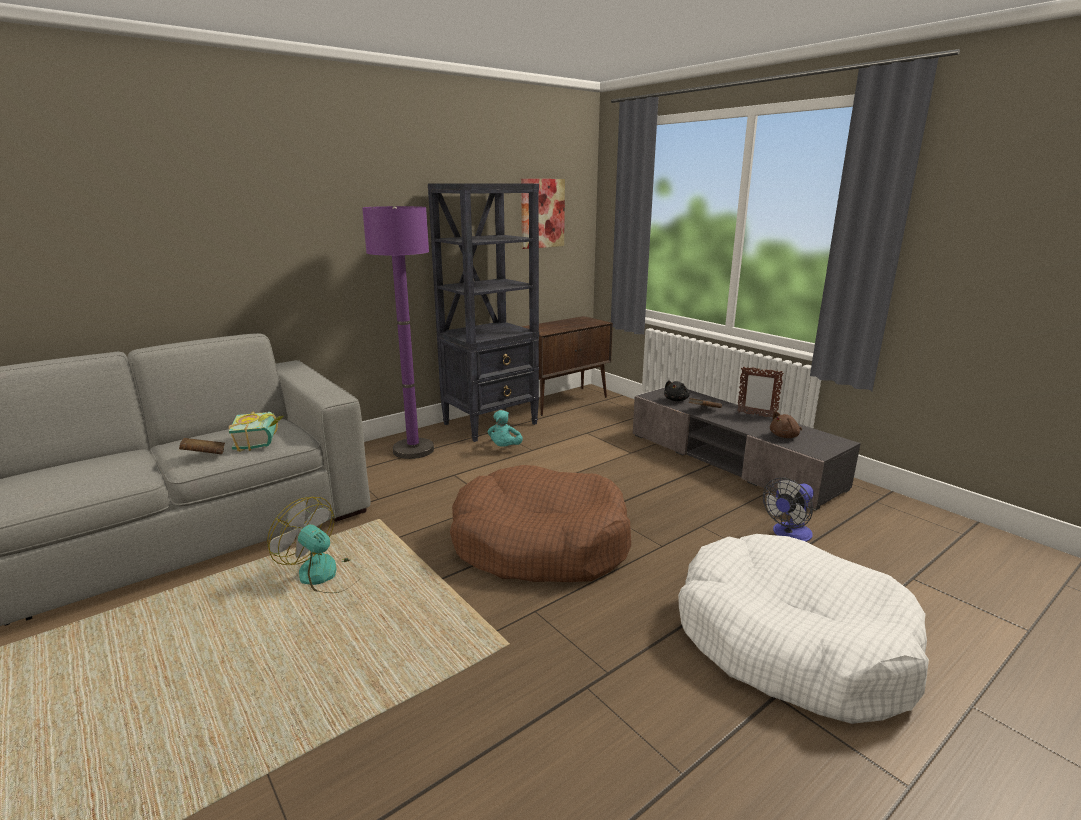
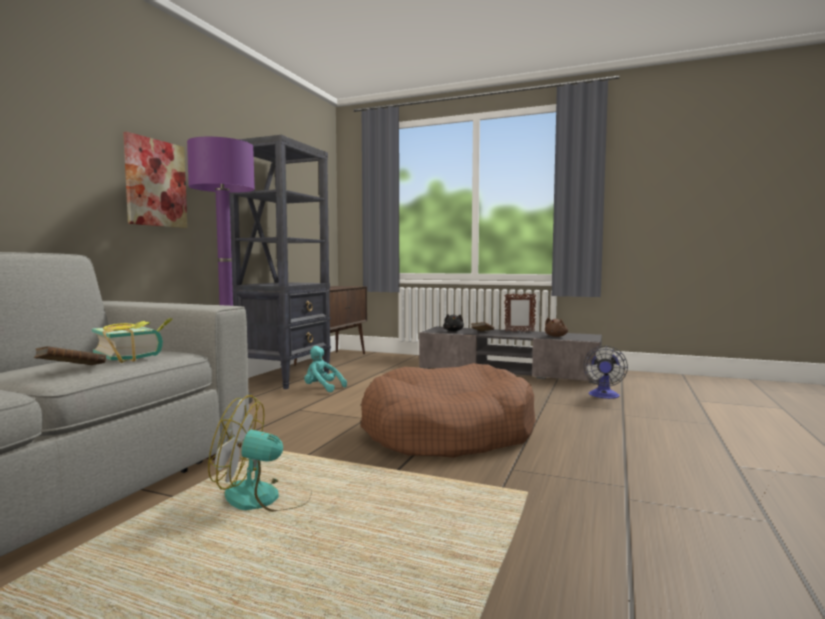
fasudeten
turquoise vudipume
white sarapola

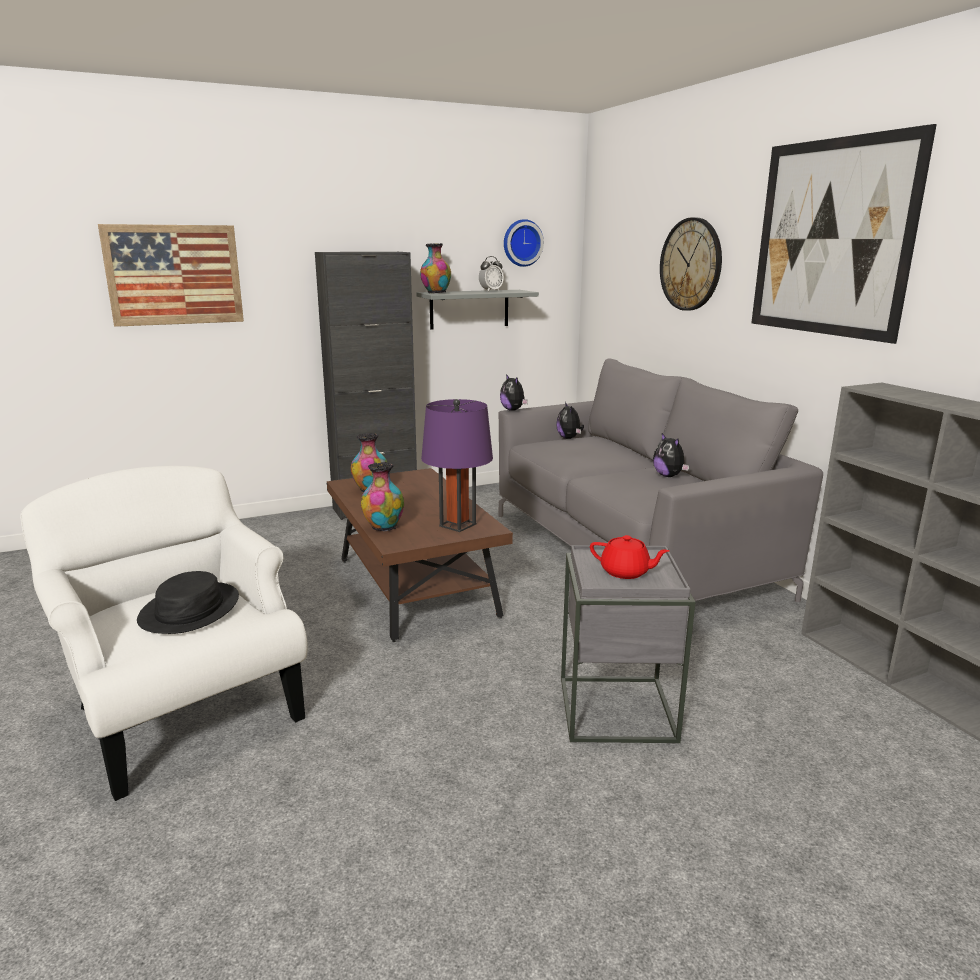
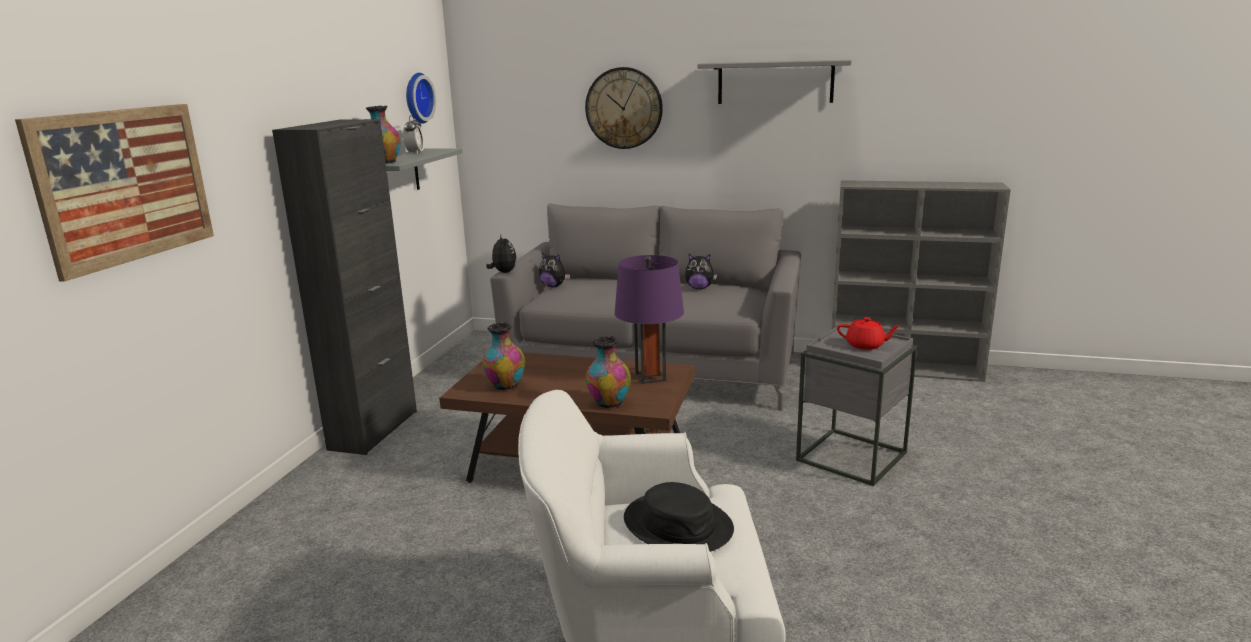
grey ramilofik (no. 2 from left)
vudipume (no. 1 from left)
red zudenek

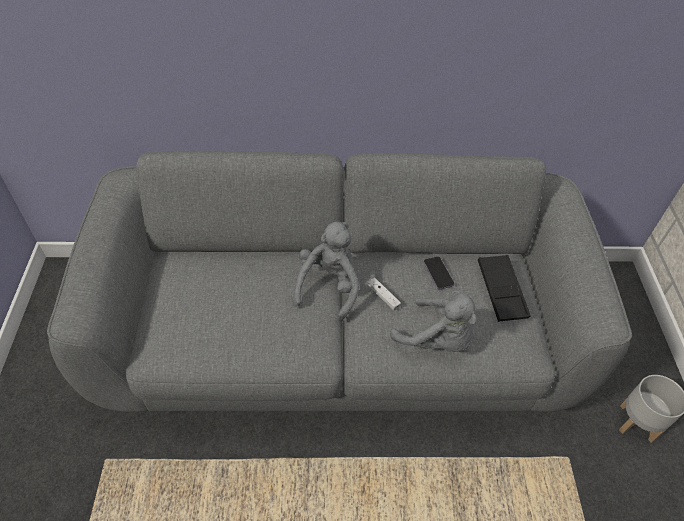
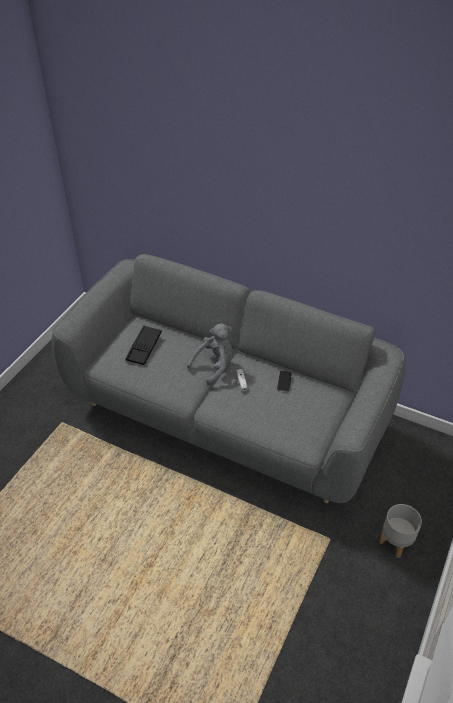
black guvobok
grey vudipume (no. 2 from left in the first image)

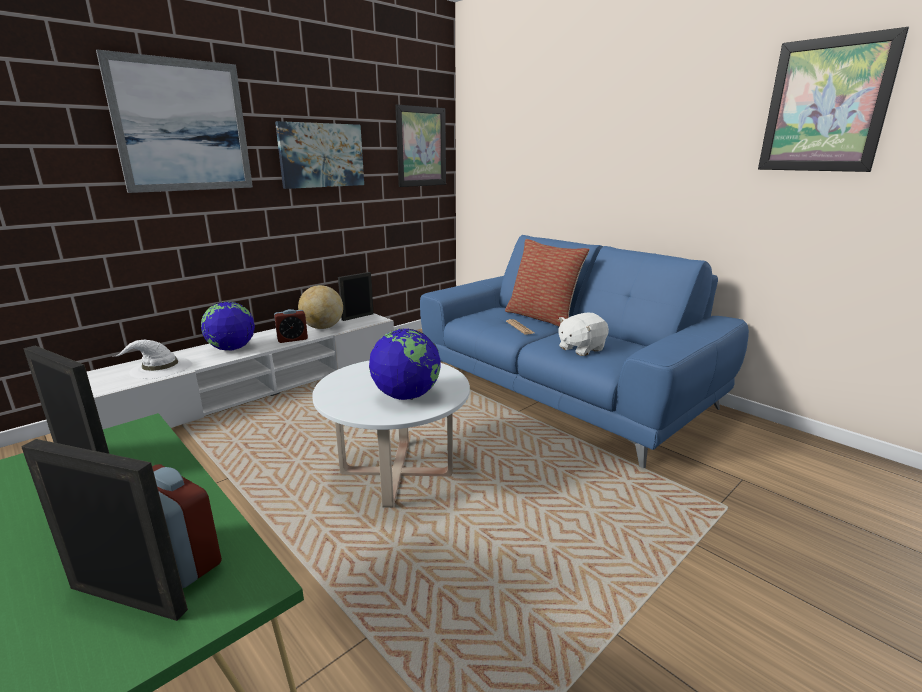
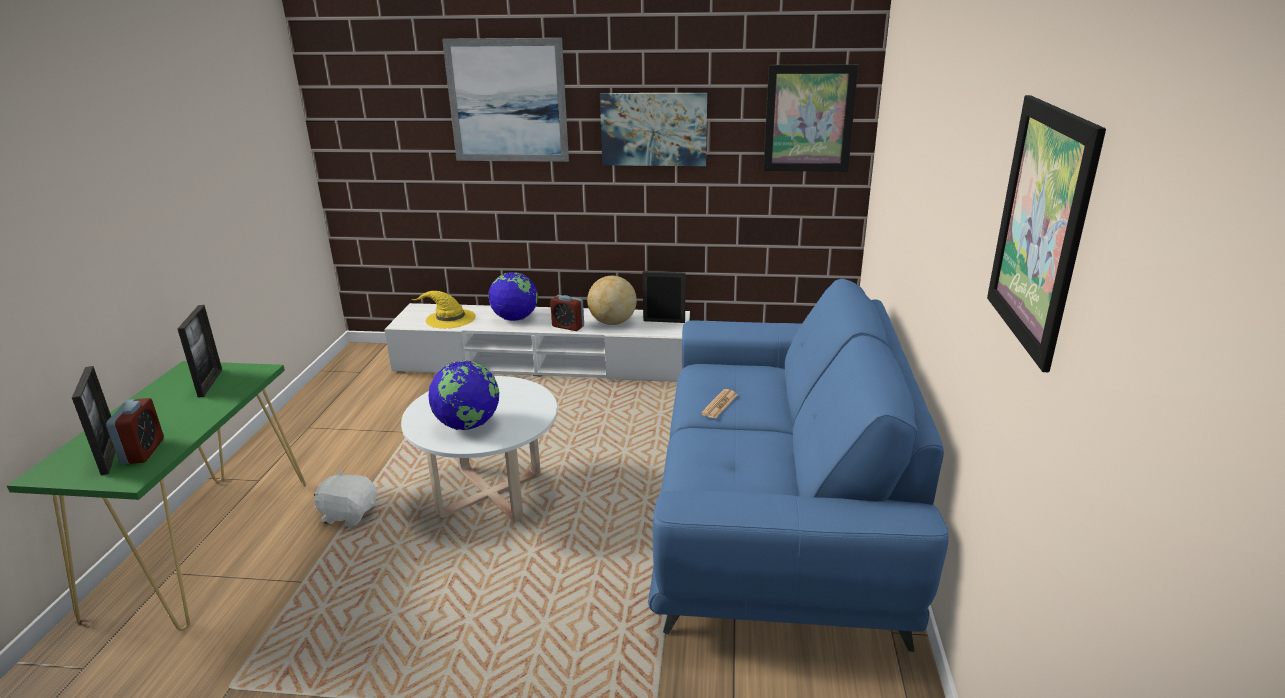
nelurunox
white vudipume
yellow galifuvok

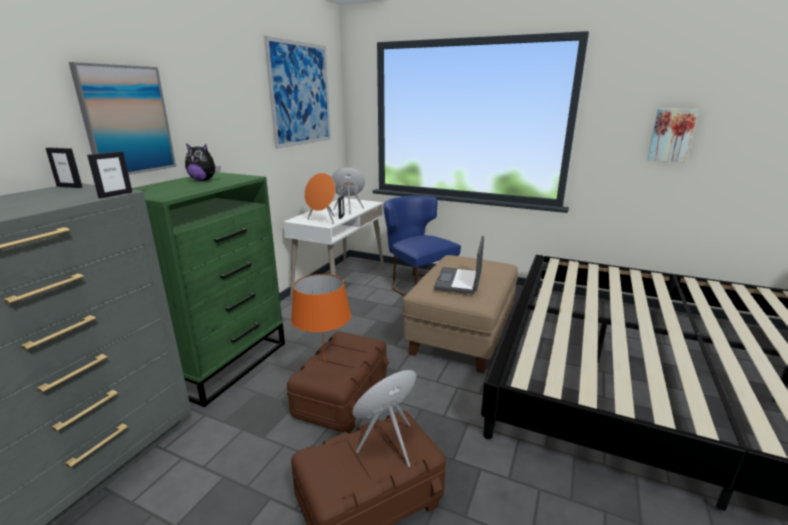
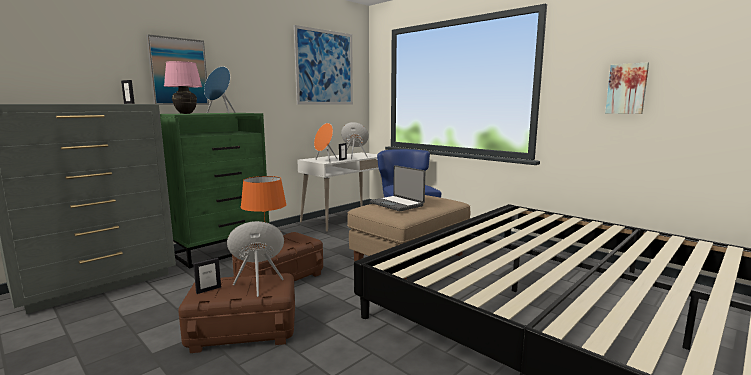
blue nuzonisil
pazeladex (no. 2 from left)
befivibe
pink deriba

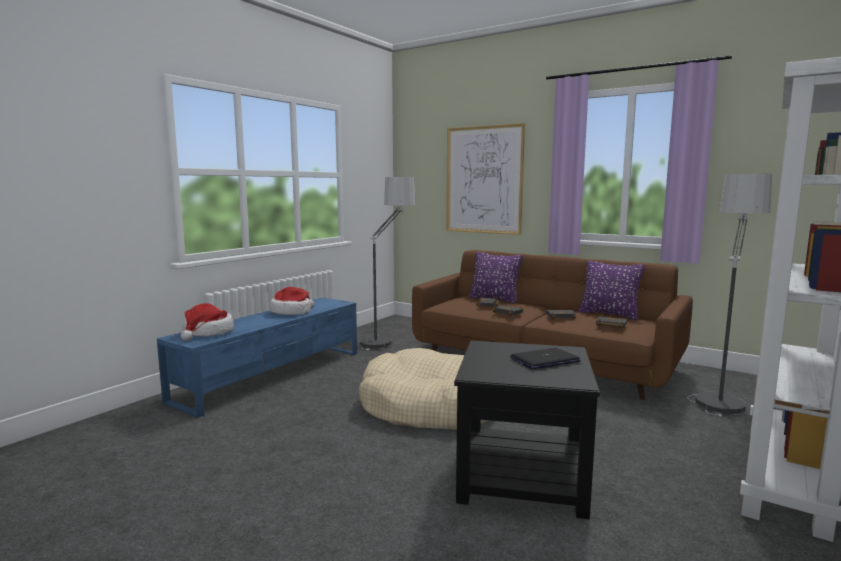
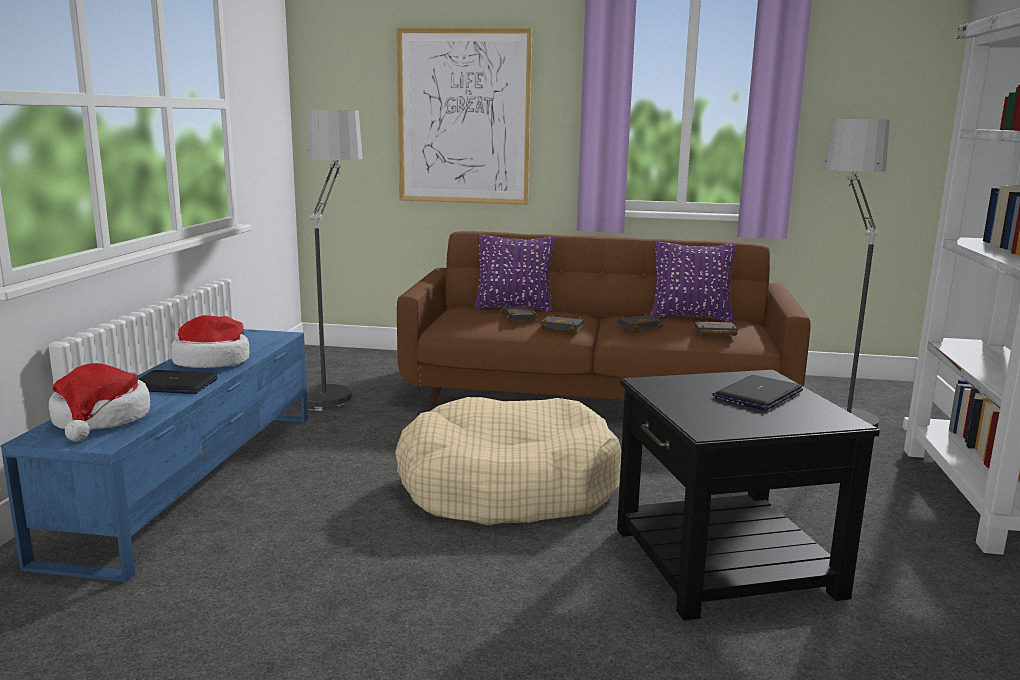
befivibe (no. 1 from left)

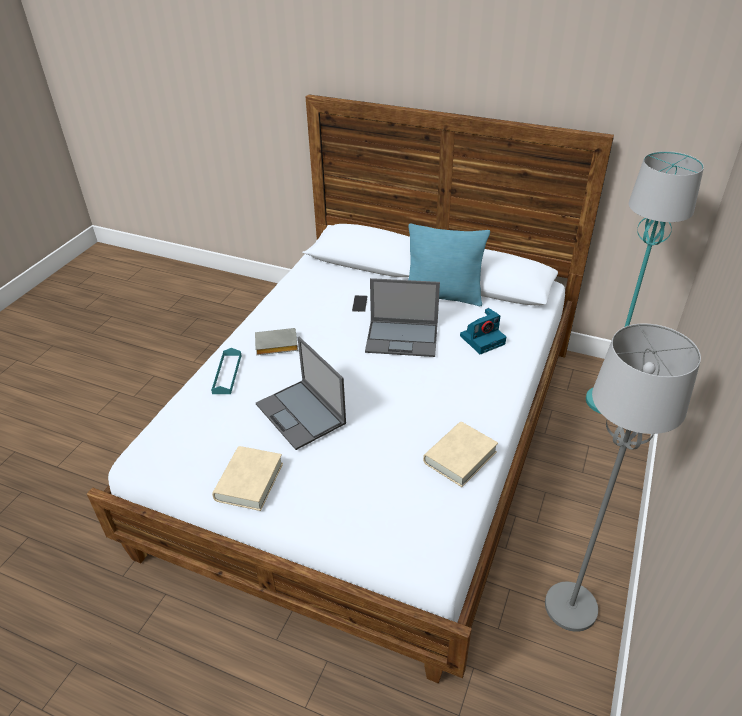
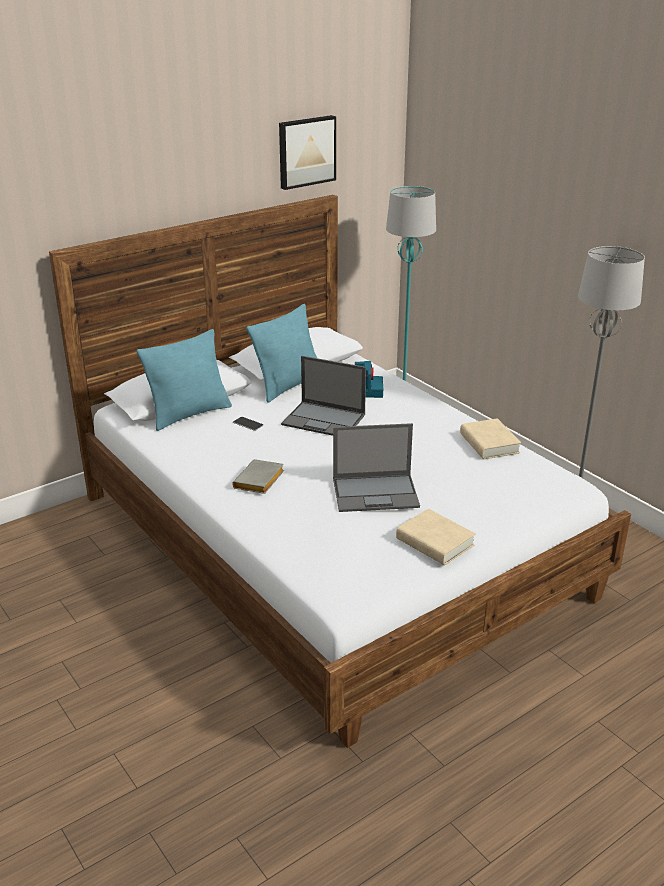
befivibe (no. 1 from left)
turquoise guvobok
fasudeten
turquoise nelurunox (no. 1 from left)

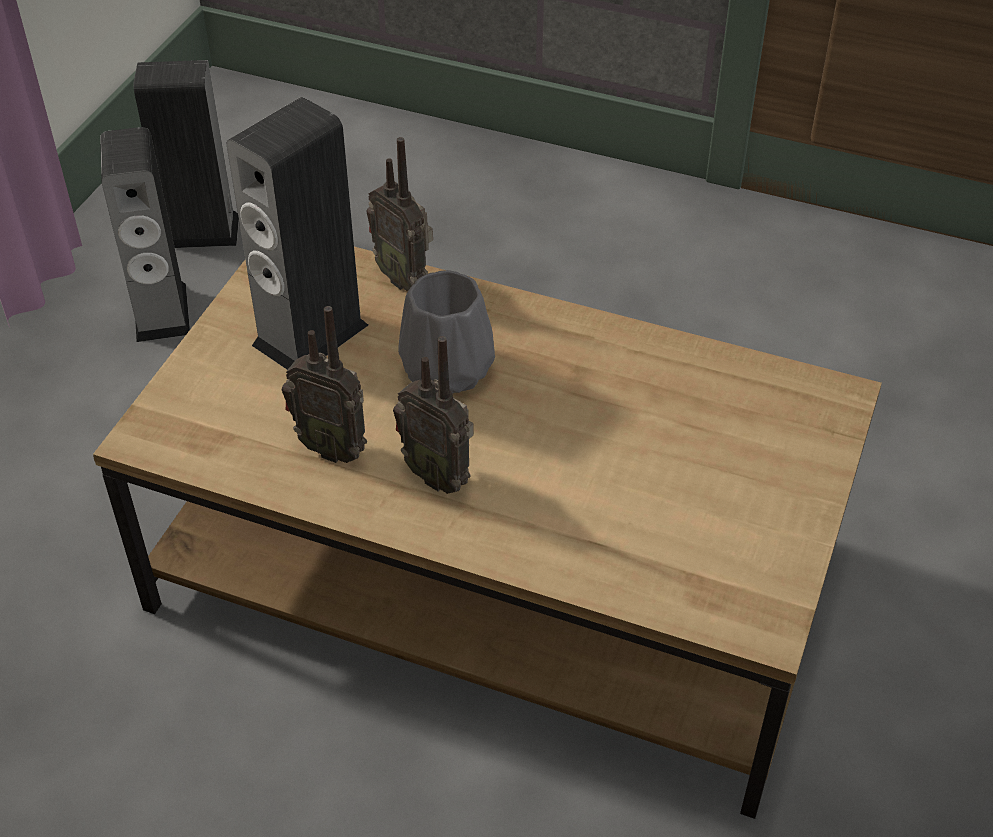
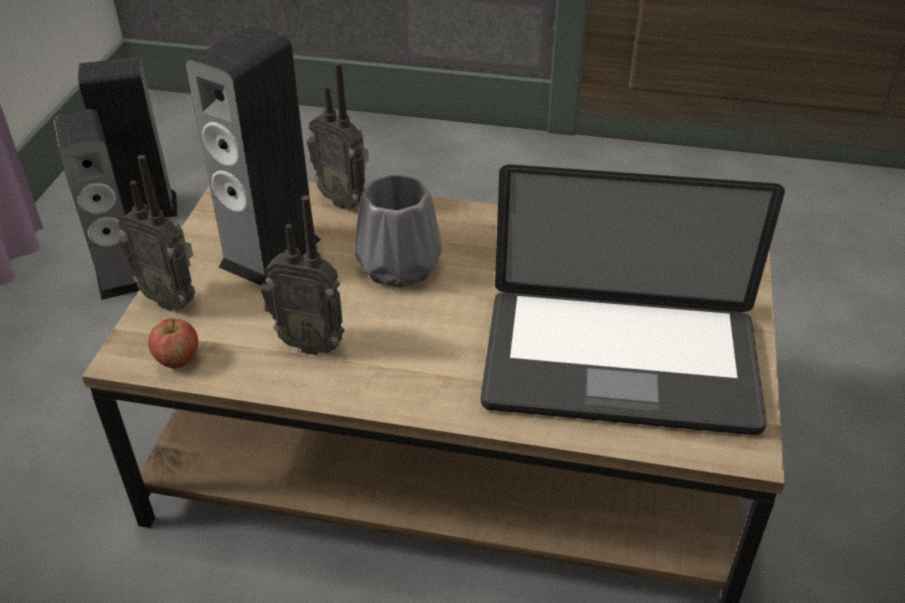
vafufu (no. 1 from left)
befivibe
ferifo

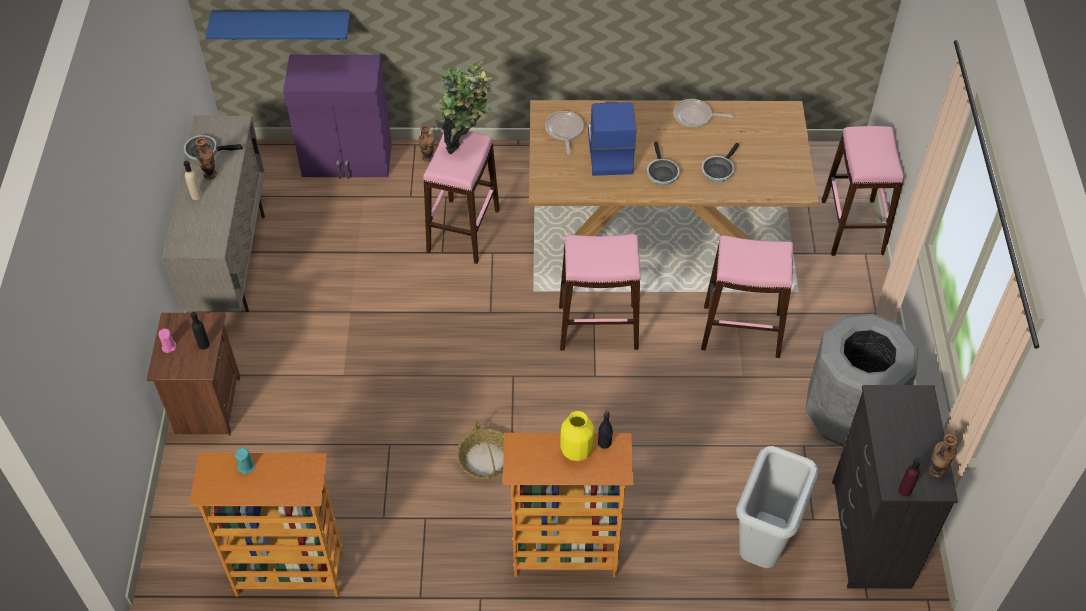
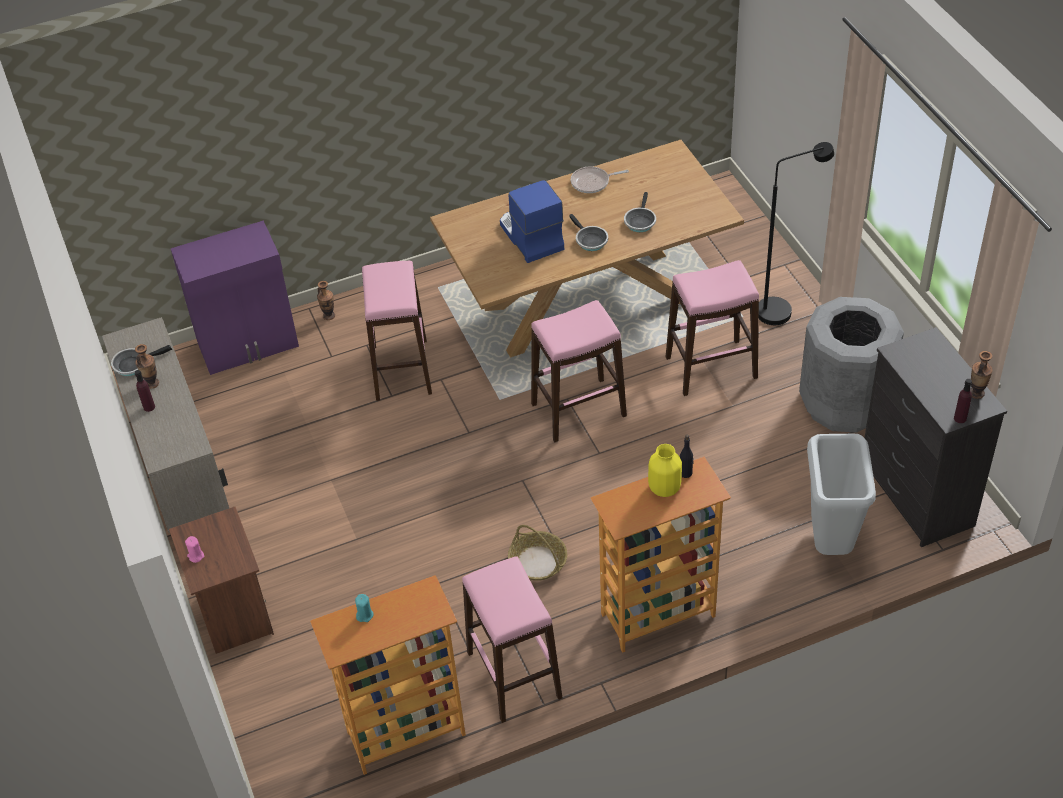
blue ramilofik
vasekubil
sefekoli (no. 2 from left in the first image)
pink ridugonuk (no. 2 from left)
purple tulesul (no. 1 from left)
black tulesul (no. 1 from left in the first image)
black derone

